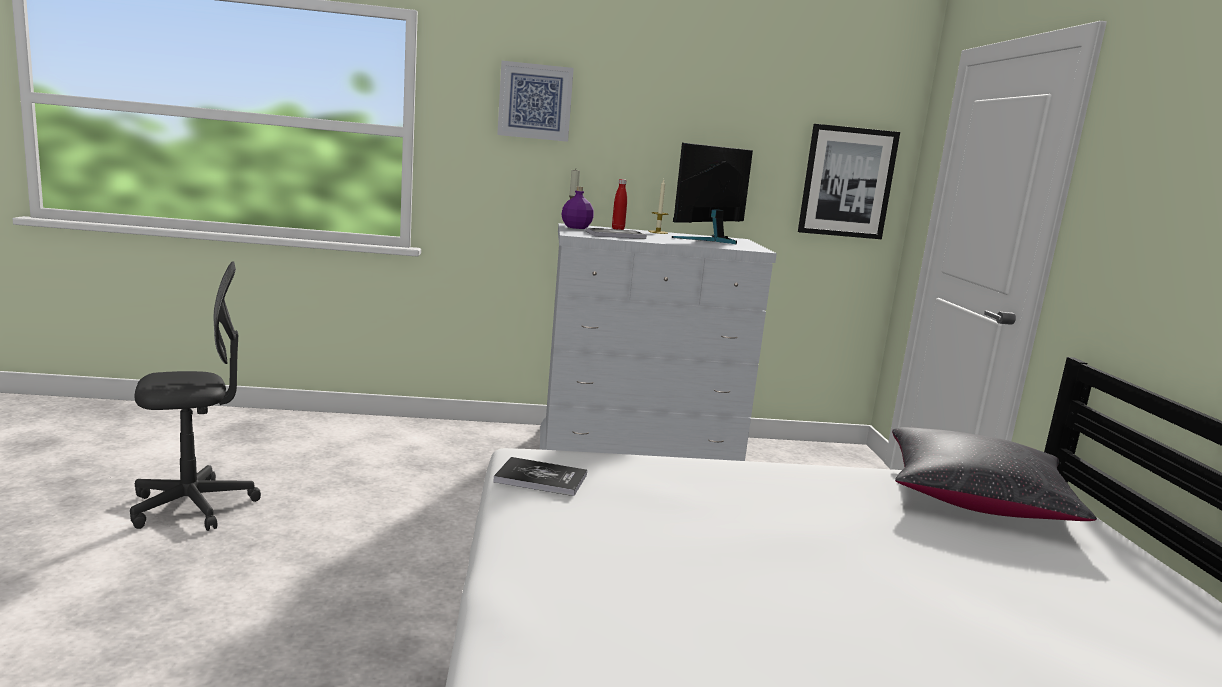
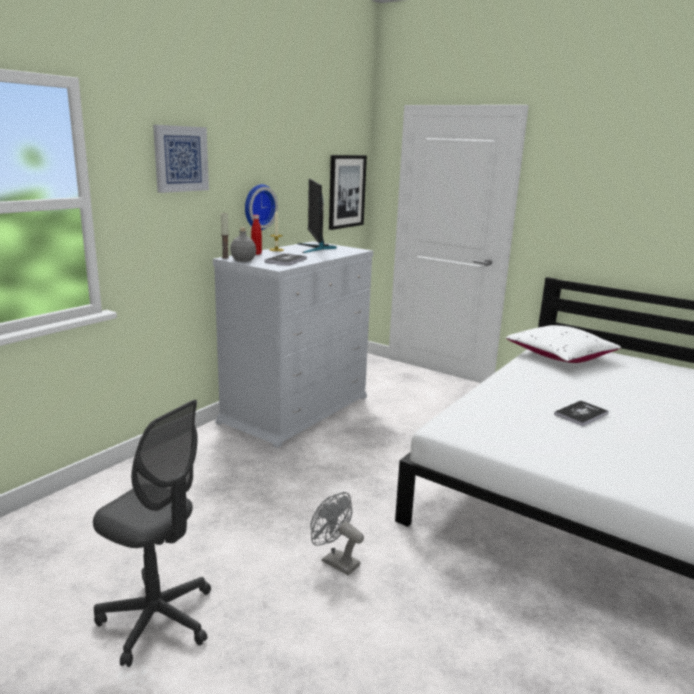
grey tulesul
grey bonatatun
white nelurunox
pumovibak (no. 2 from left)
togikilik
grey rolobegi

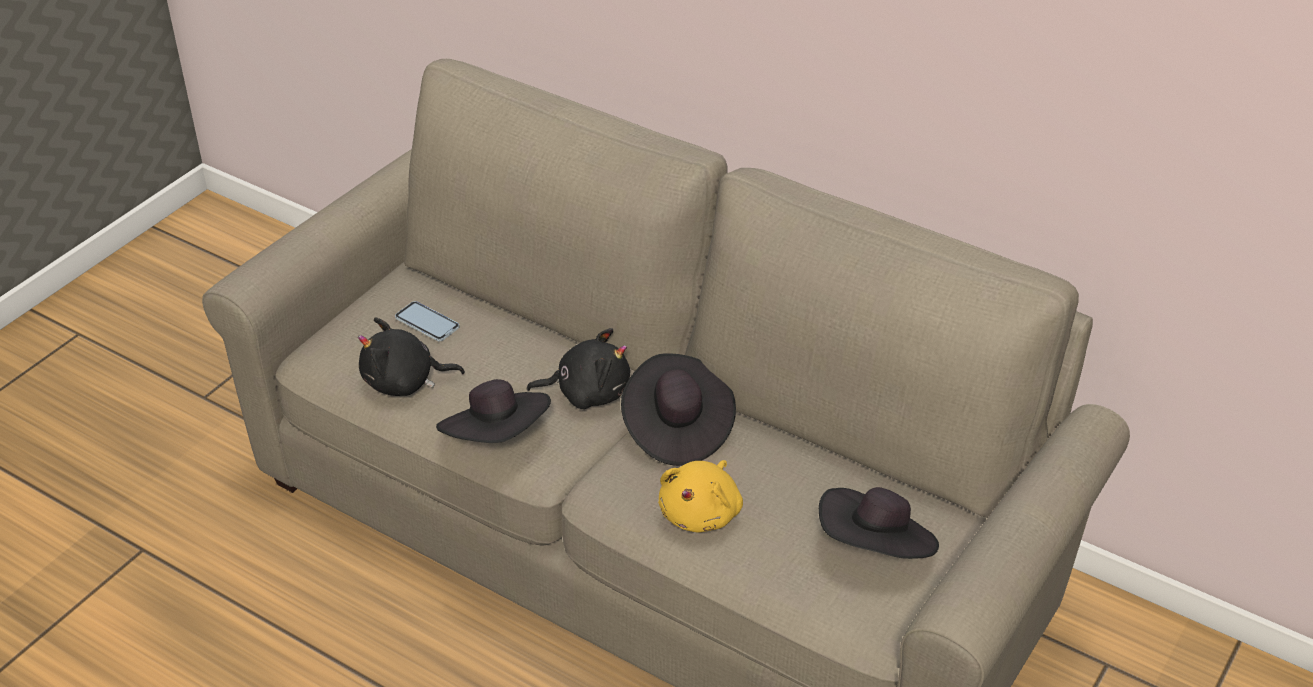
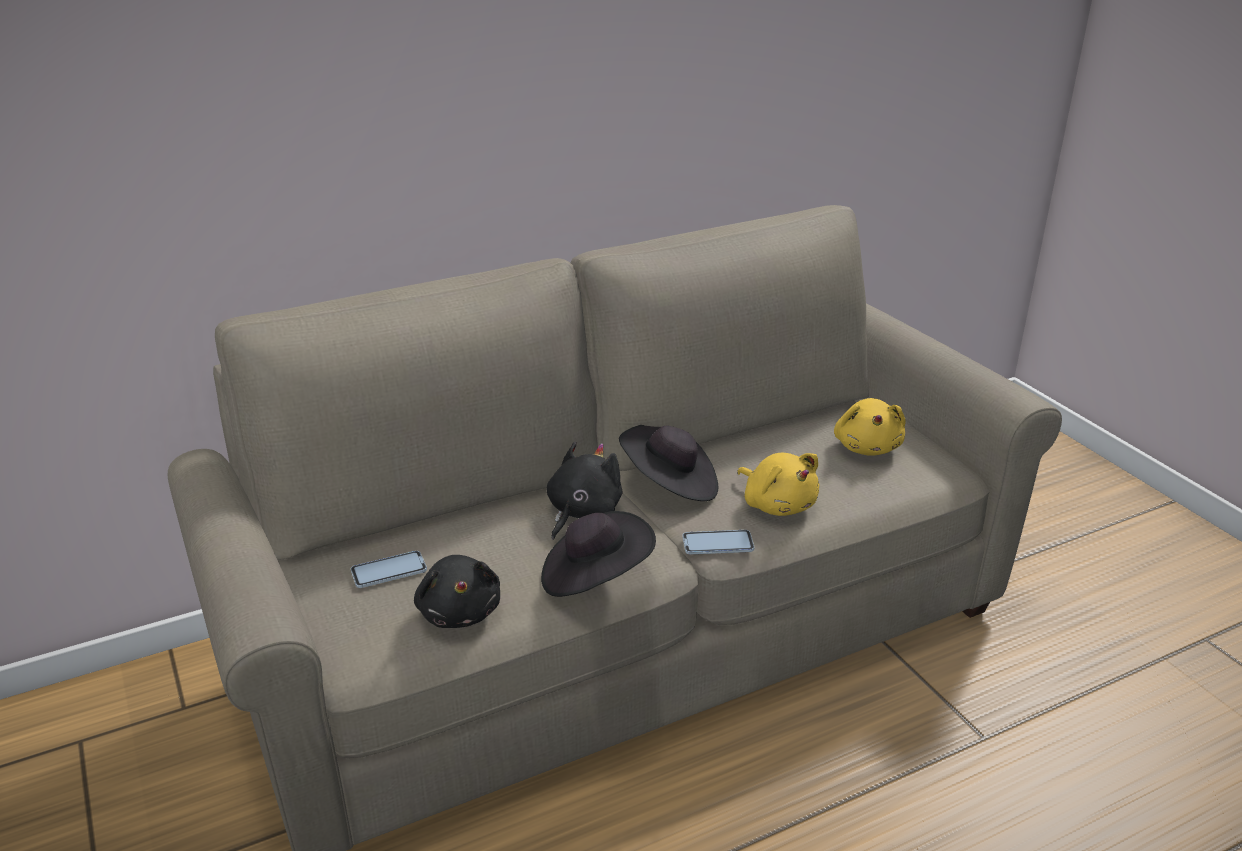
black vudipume (no. 1 from left)
yellow vudipume (no. 2 from left)
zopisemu (no. 2 from left)

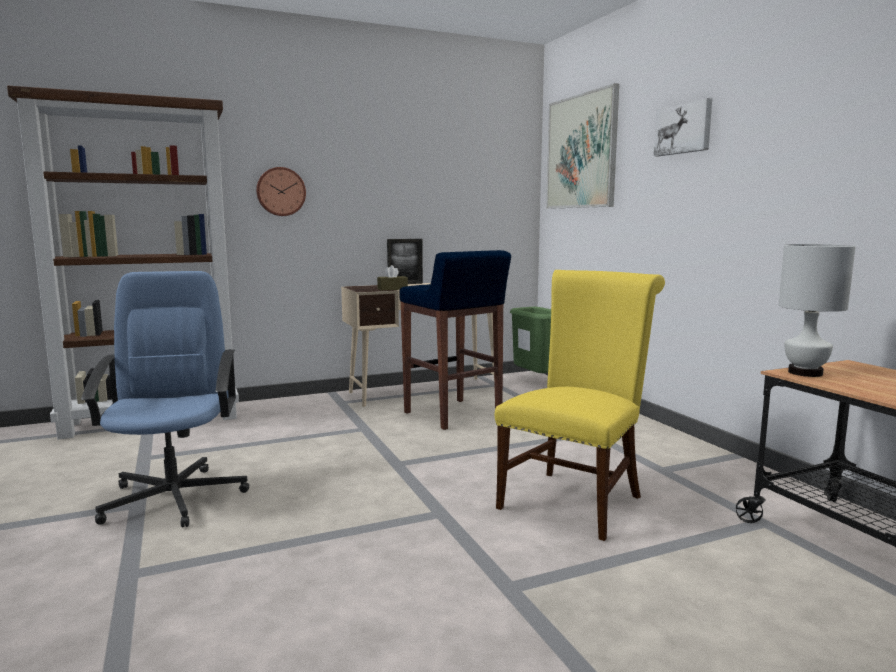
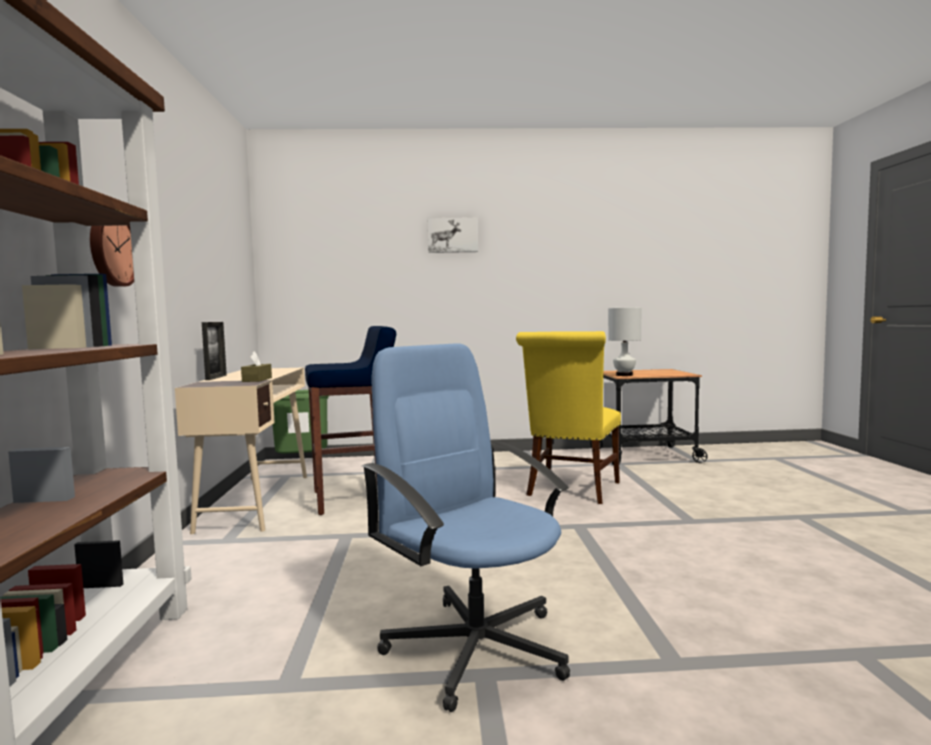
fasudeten (no. 1 from left in the first image)
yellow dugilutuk
blue bonatatun

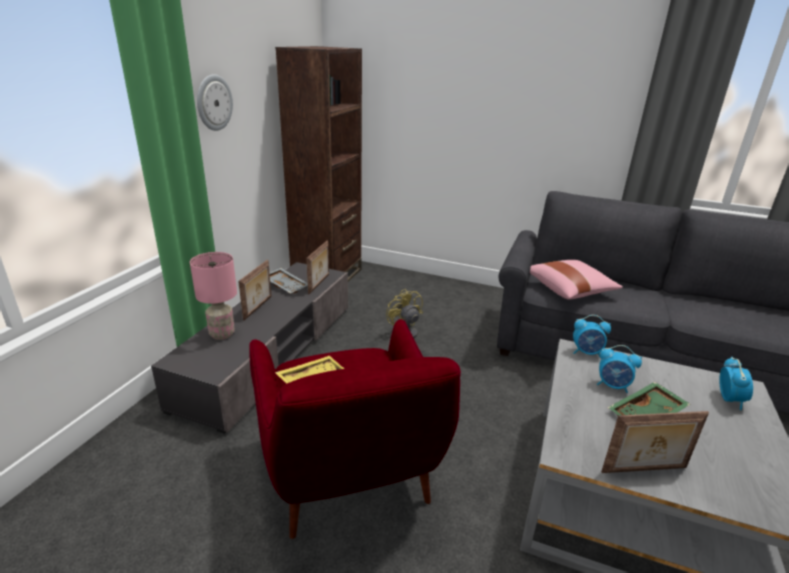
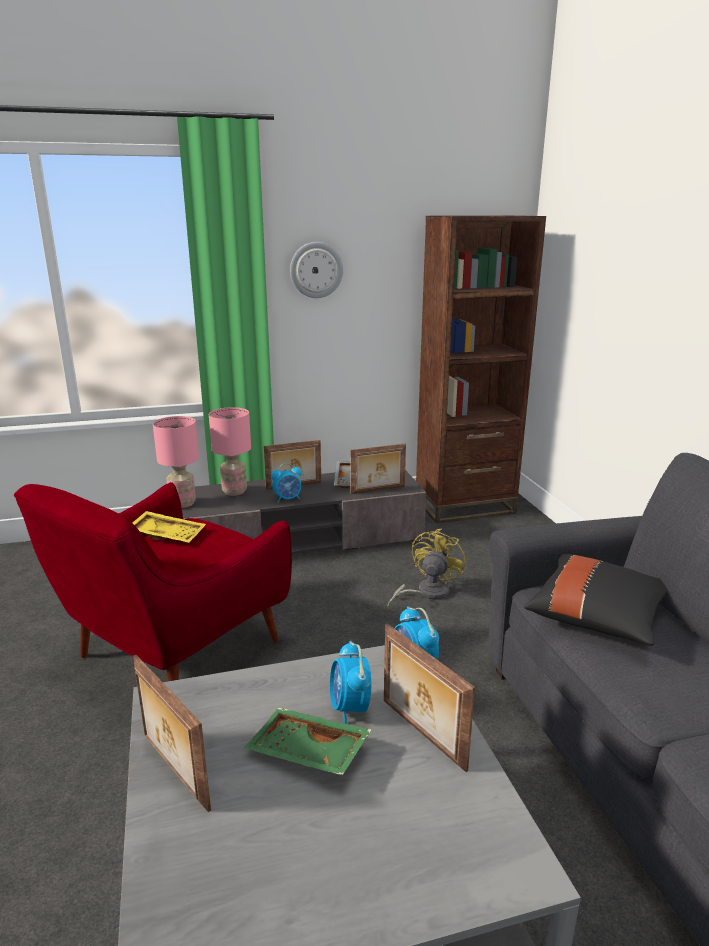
black nelurunox
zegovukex (no. 1 from left)
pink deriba (no. 1 from left)
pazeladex (no. 4 from left)

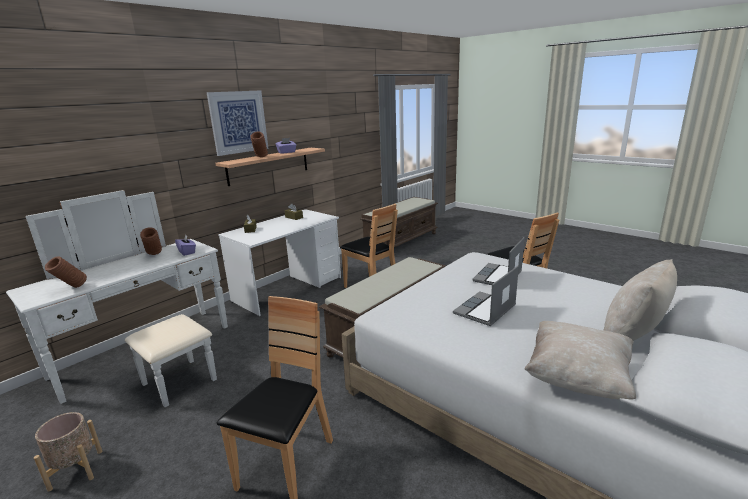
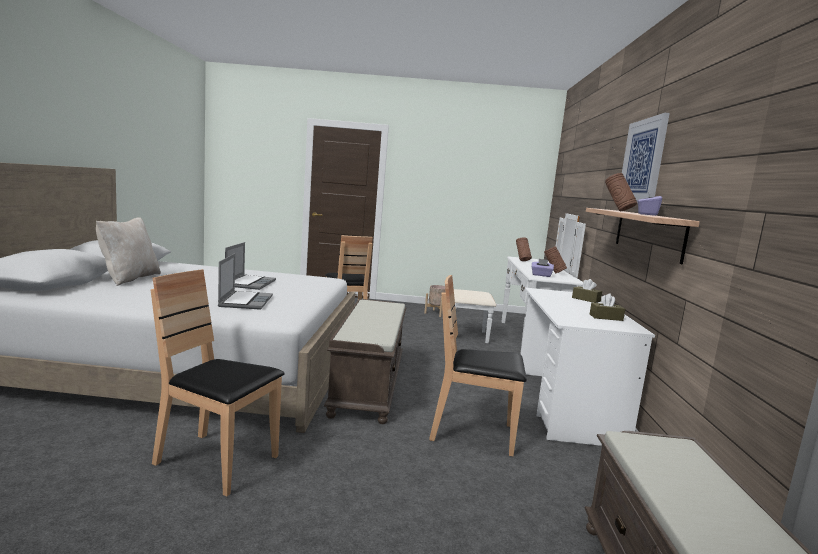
beige nelurunox (no. 1 from left in the first image)

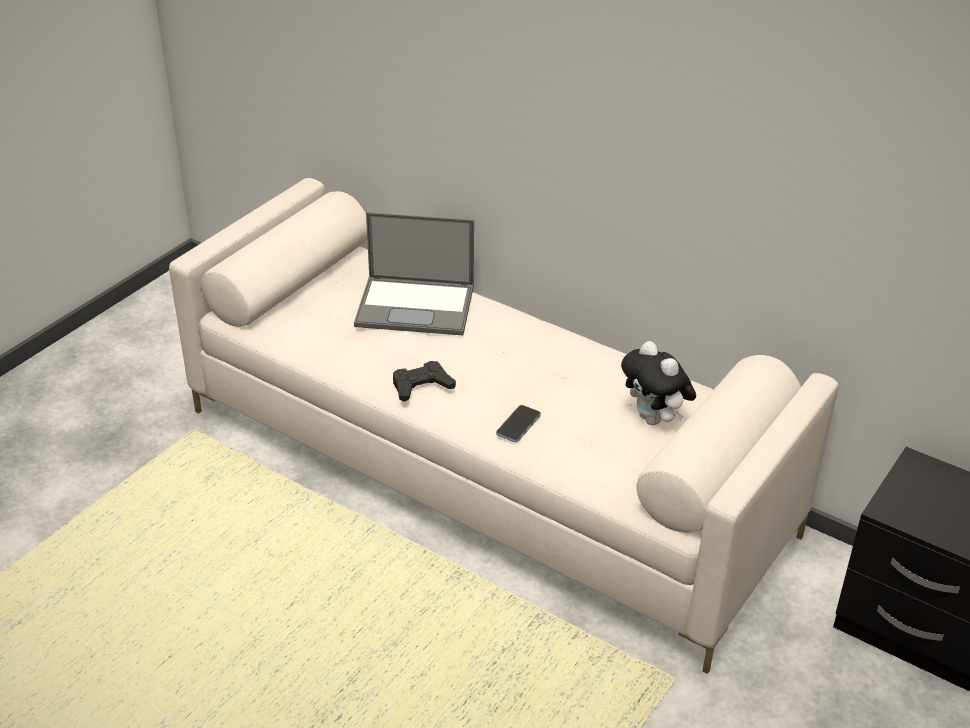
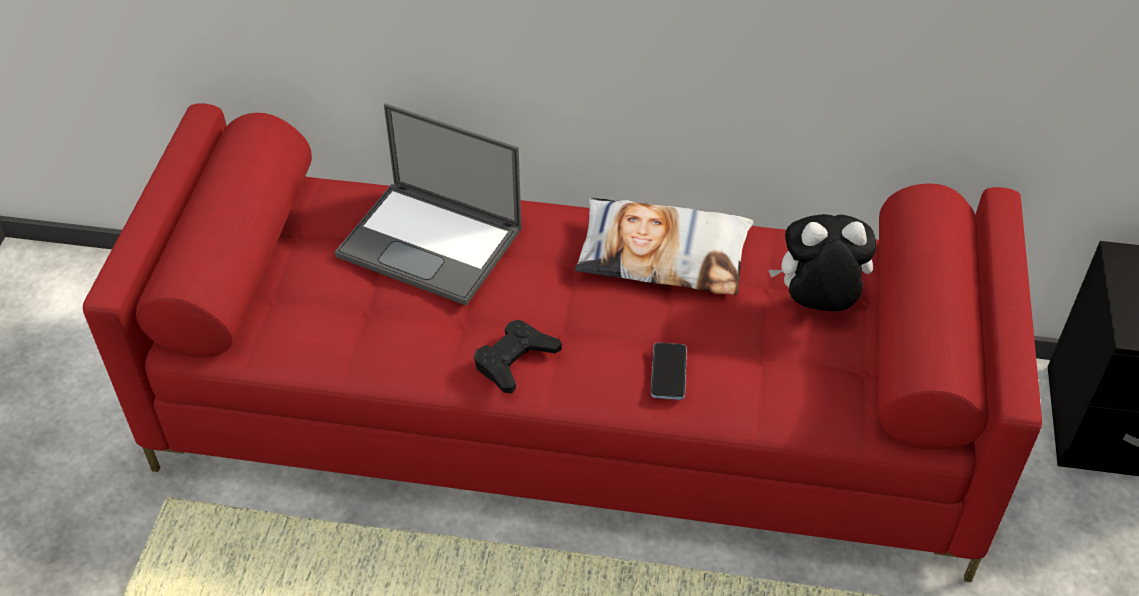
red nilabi
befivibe
vudipume
nelurunox

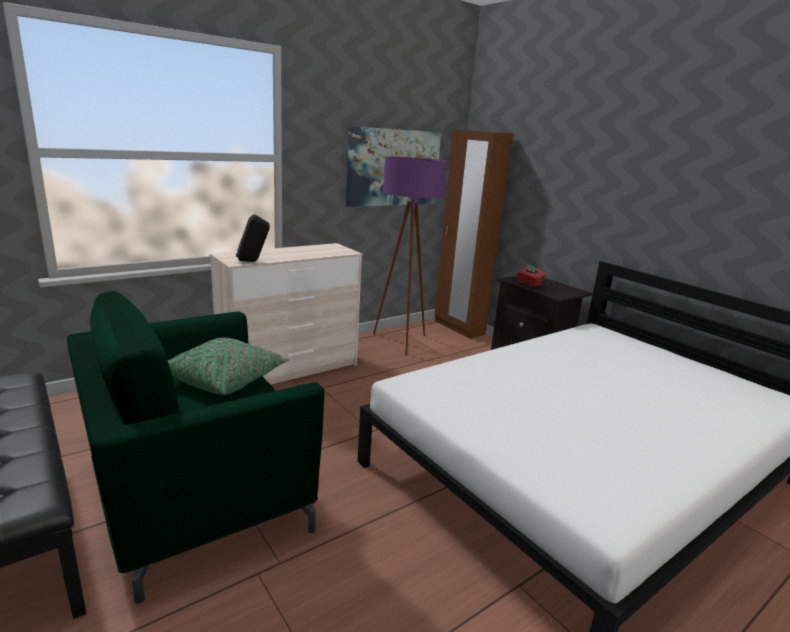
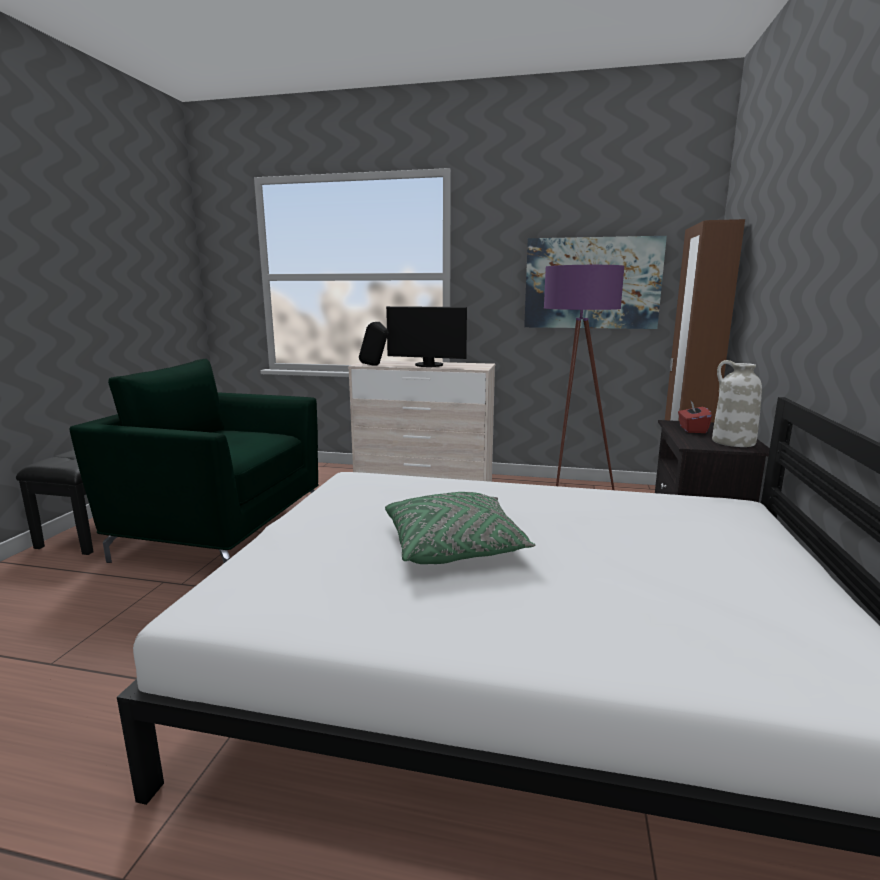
green nelurunox
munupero
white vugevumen

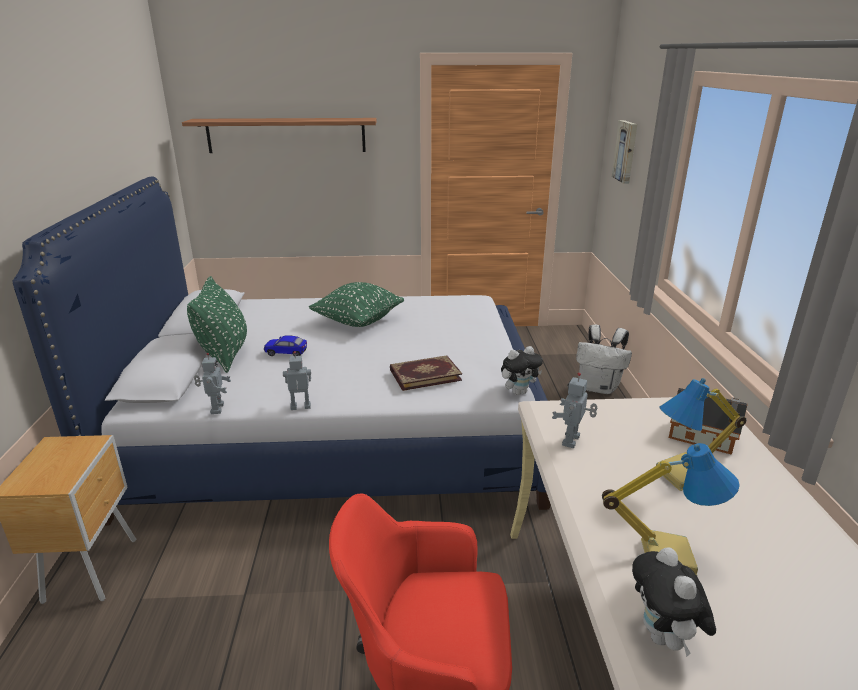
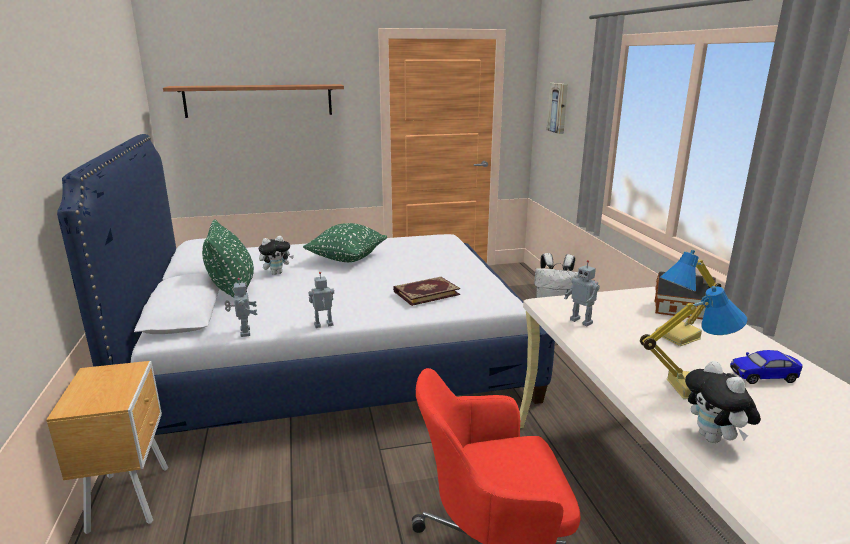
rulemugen
vudipume (no. 1 from left)
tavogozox (no. 3 from left)

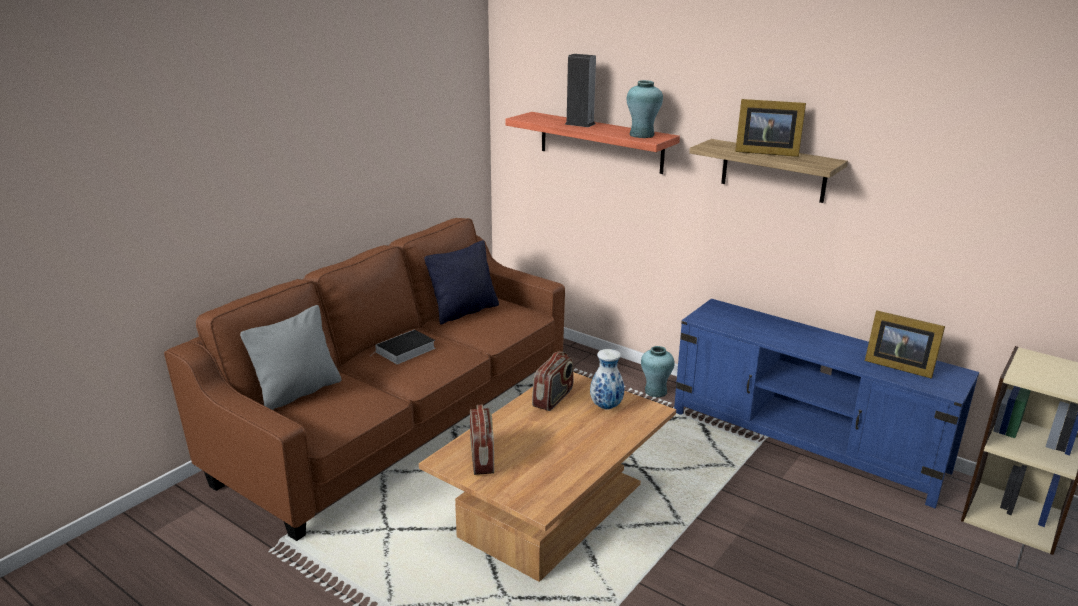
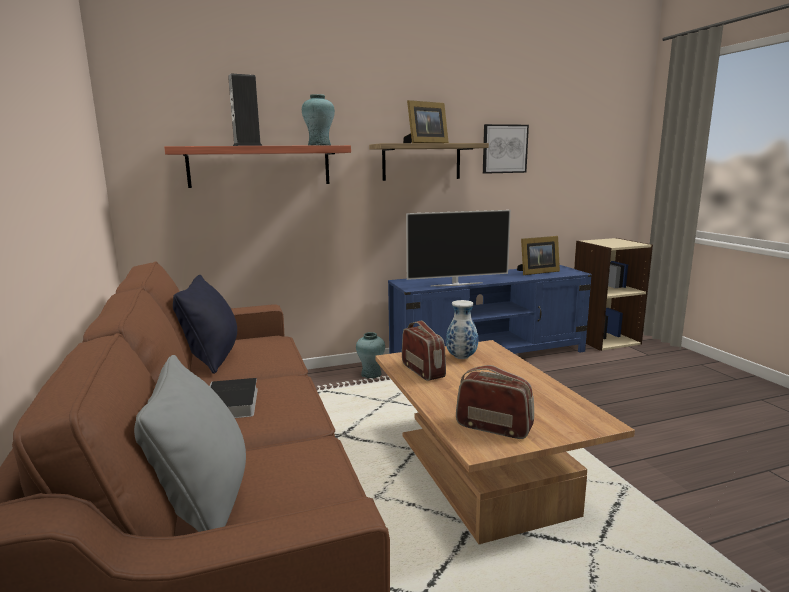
fasudeten
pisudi

